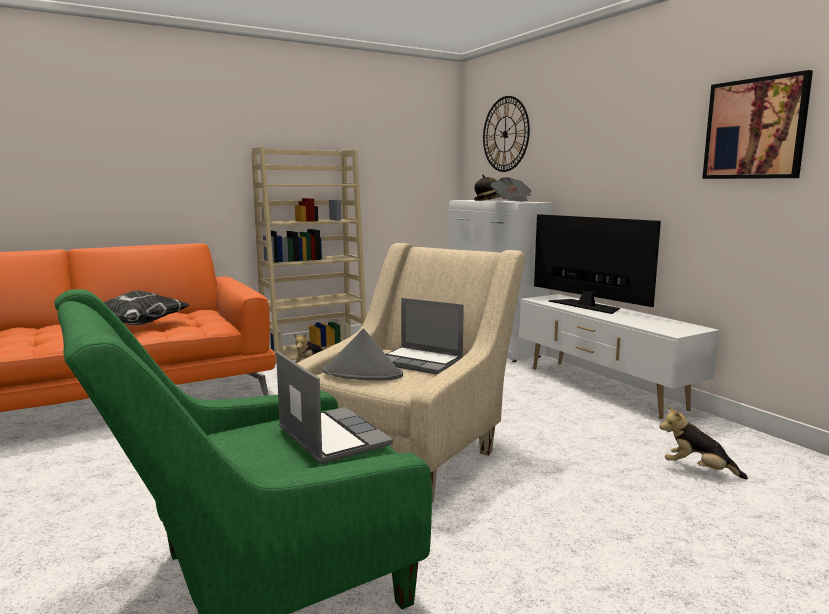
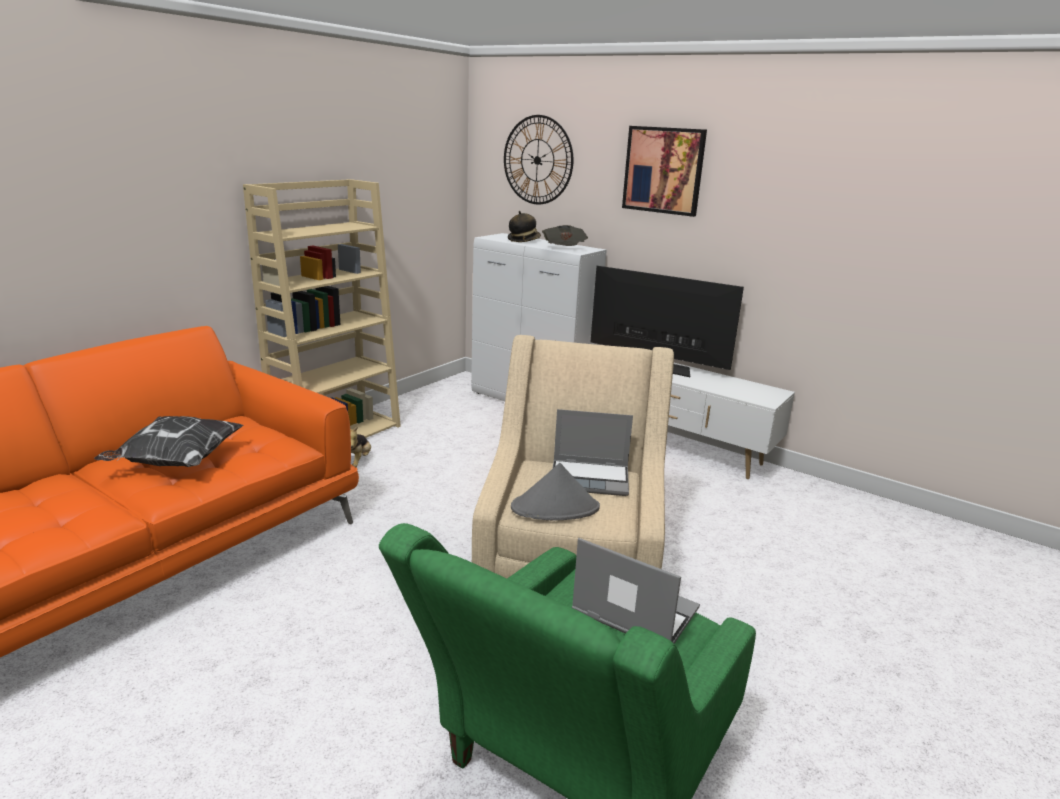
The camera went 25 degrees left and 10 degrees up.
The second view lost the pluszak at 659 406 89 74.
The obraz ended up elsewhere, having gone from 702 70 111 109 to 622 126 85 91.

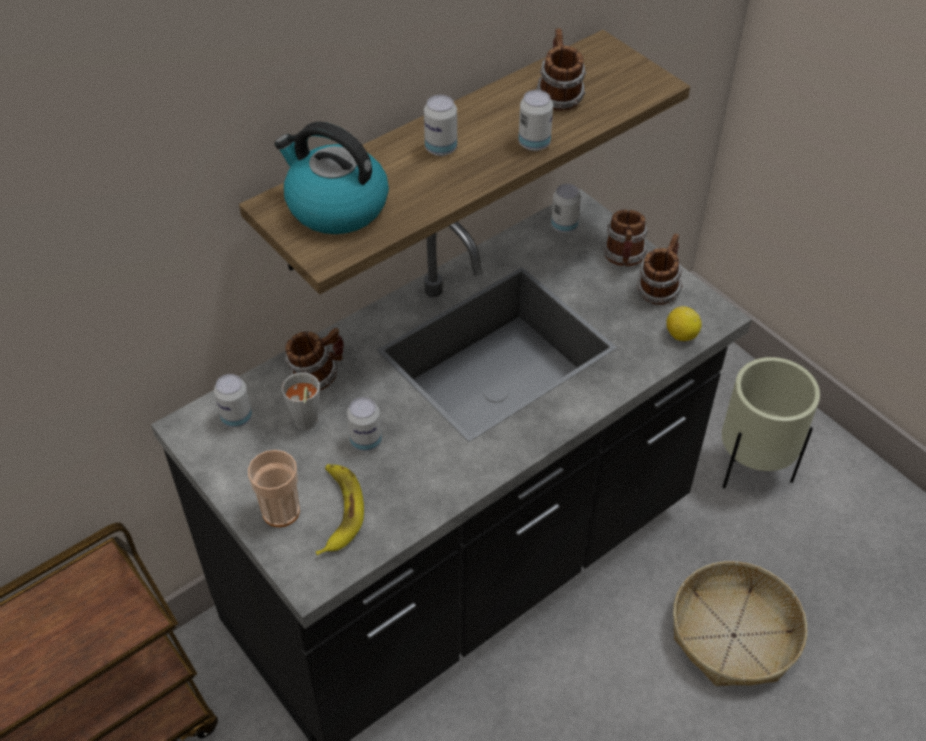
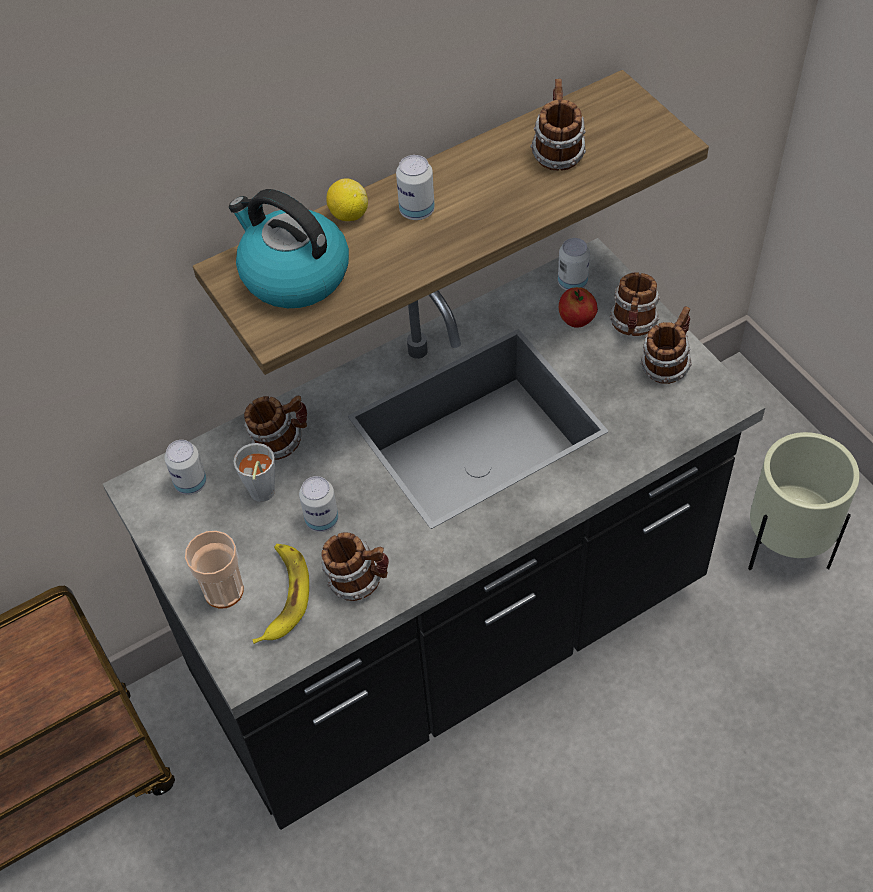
The camera went 10 degrees right and 5 degrees up.
The second view lost the puszka at 518 90 35 61.
The cytryna ended up elsewhere, having gone from 666 306 36 35 to 326 179 42 42.
The second view lost the koszyk at 673 561 134 125.
The second view gained the kubek at 321 532 68 69.
The second view gained the jabłko at 559 287 39 41.

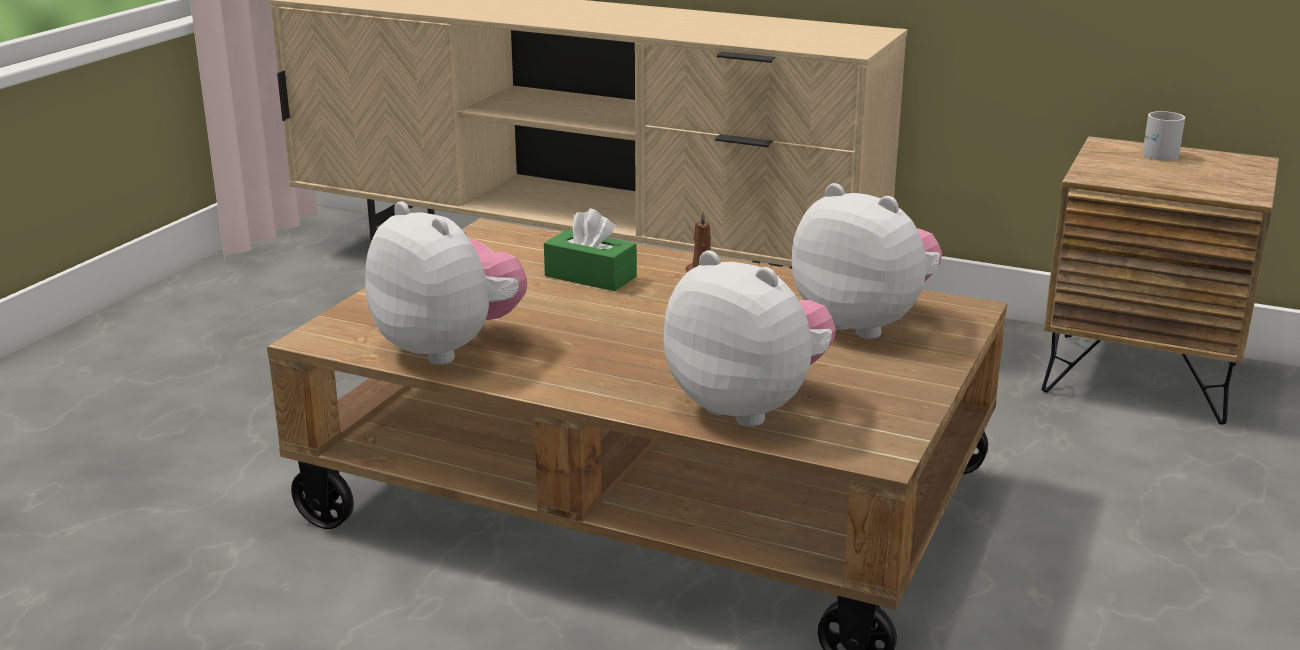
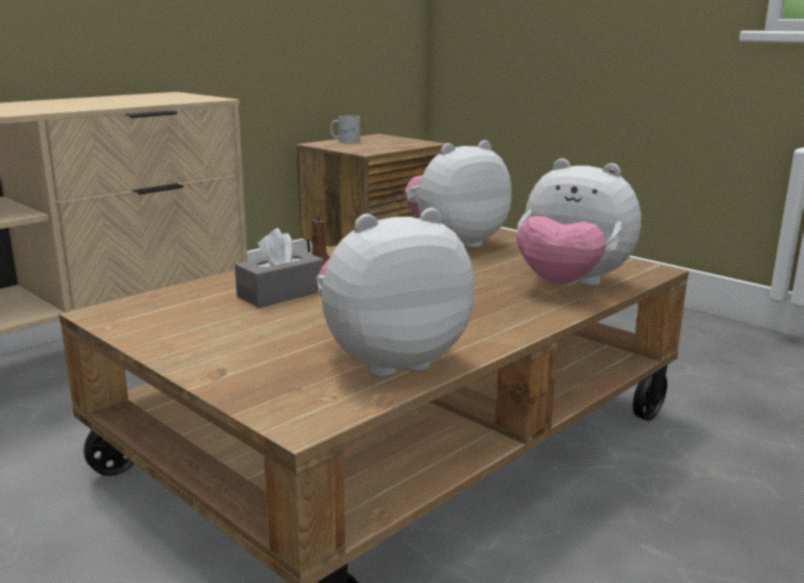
The camera went 70 degrees left and 5 degrees down.
What was the pudełko chusteczek [zielony] at 544 209 93 82 turned into the pudełko chusteczek [szary] at 235 228 89 80.
The pluszak at 664 250 172 177 ended up facing another way, 120 degrees counterclockwise from before.

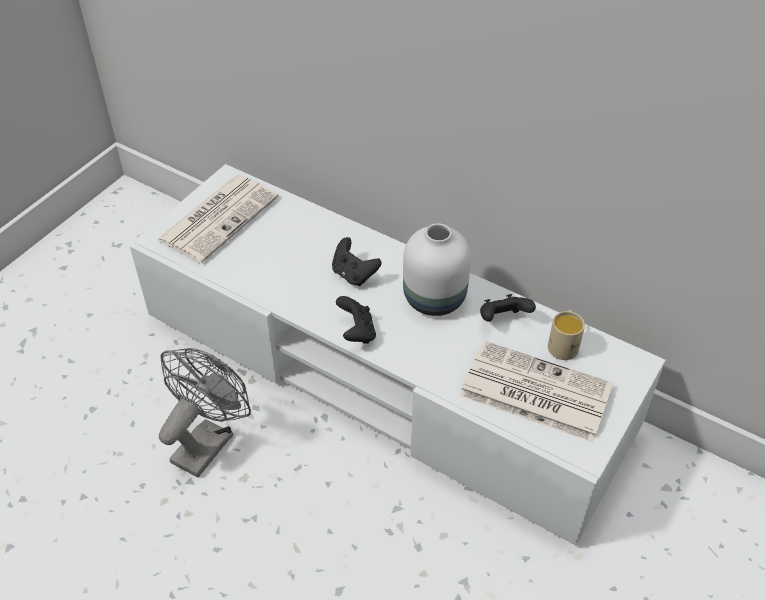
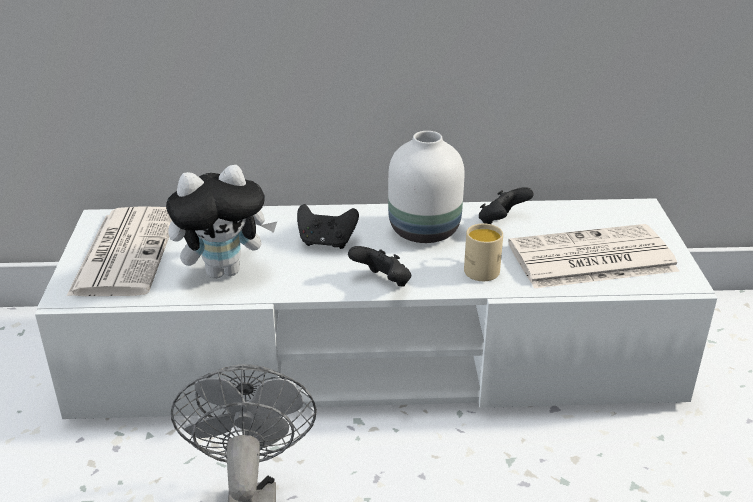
The camera went 35 degrees left and 15 degrees down.
The kubek [beżowy] ended up elsewhere, having gone from 548 310 37 50 to 464 223 39 58.
The second view gained the pluszak at 166 165 111 114.

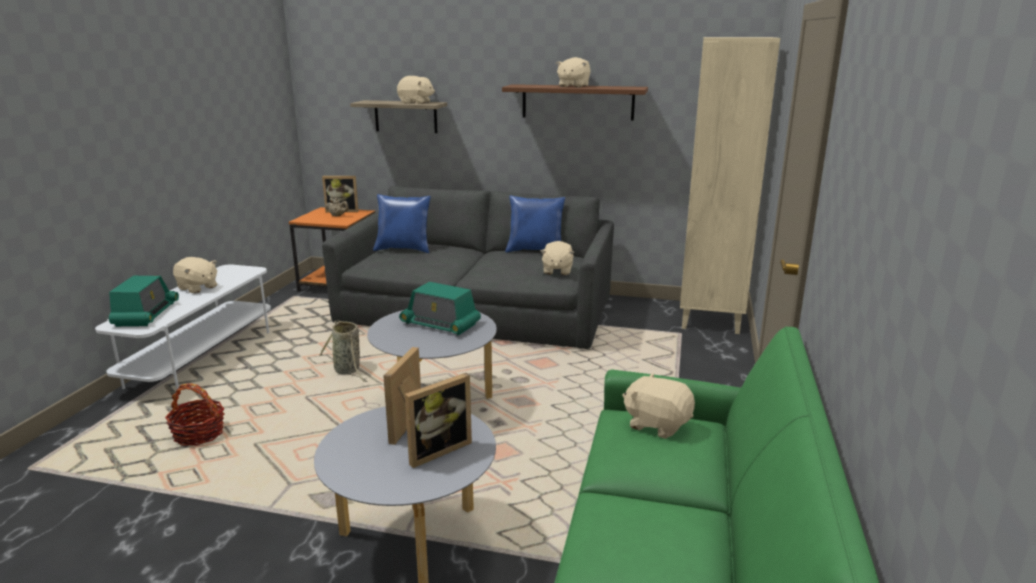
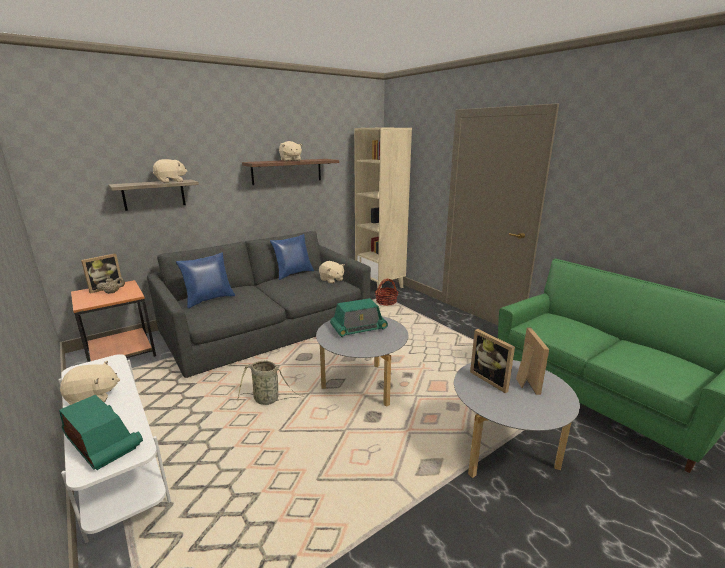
The camera went 50 degrees left and 0 degrees up.
The koszyk ended up elsewhere, having gone from 165 383 60 63 to 375 279 24 27.
The second view lost the pluszak [beżowy] at 622 373 73 66.

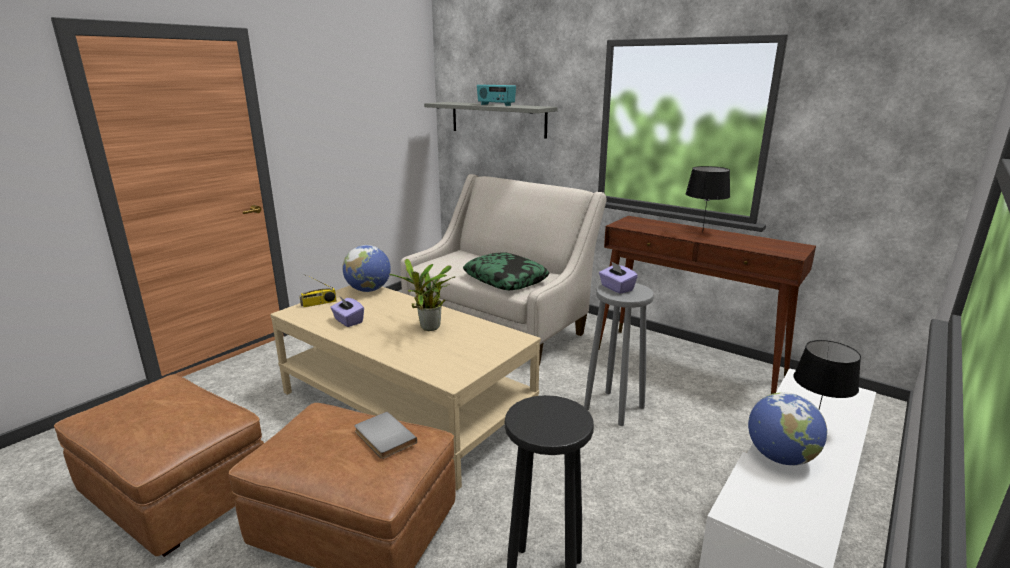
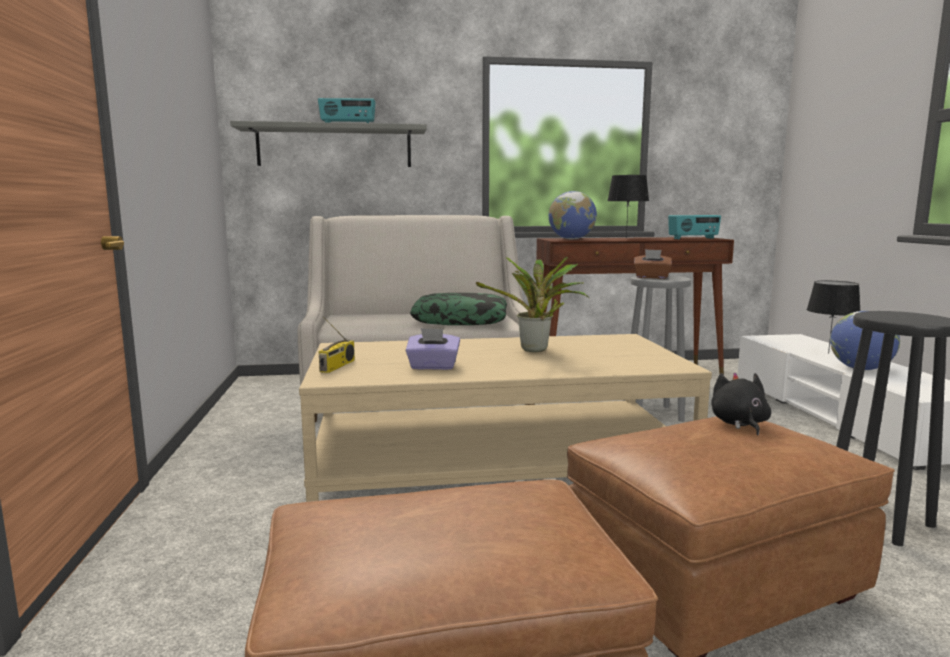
The camera went 45 degrees left and 10 degrees down.
The globus ended up elsewhere, having gone from 342 245 49 47 to 549 191 48 49.
Where the książka [szary] stood at 355 411 62 48, the pluszak [czarny] came to stand at 711 373 60 63.
What was the pudełko chusteczek [fioletowy] at 599 261 39 33 turned into the pudełko chusteczek [brązowy] at 634 249 38 30.
The second view gained the radio at 668 215 53 24.

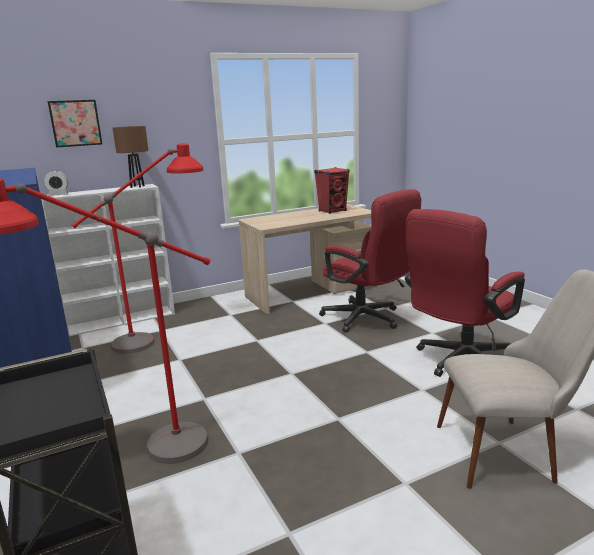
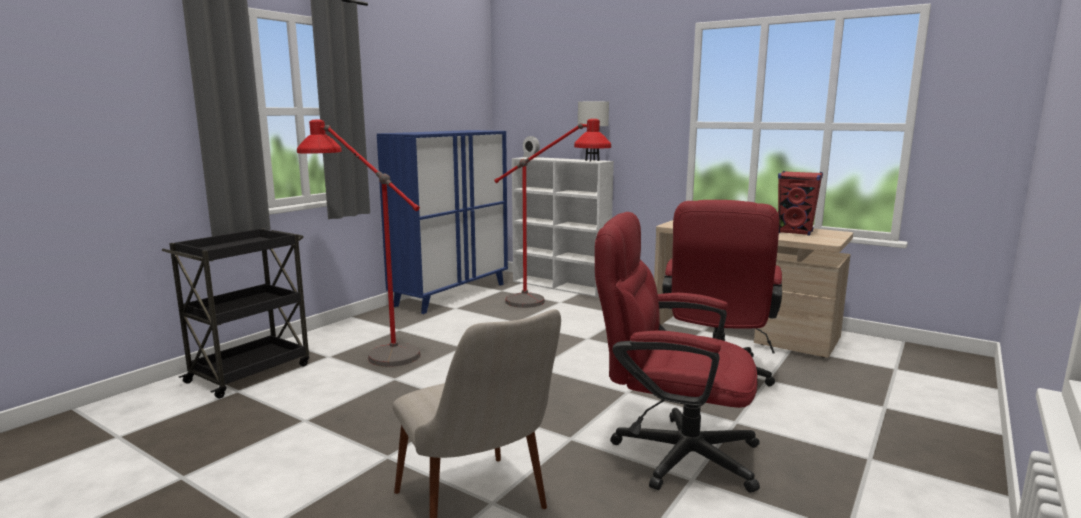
The camera went 60 degrees right and 5 degrees down.
The second view lost the obraz at 48 100 54 48.
What was the lampa stołowa [brązowy] at 112 126 37 62 turned into the lampa stołowa [biały] at 578 101 31 60.

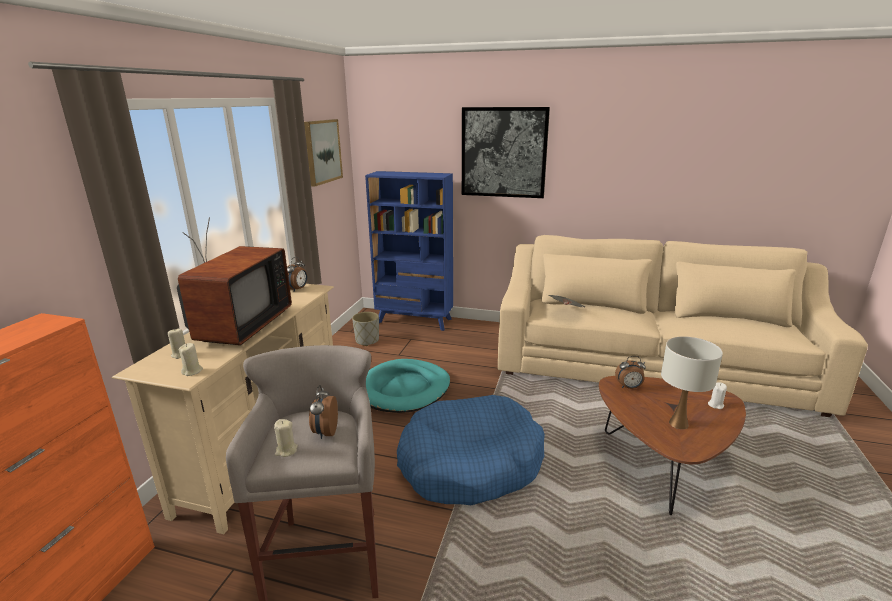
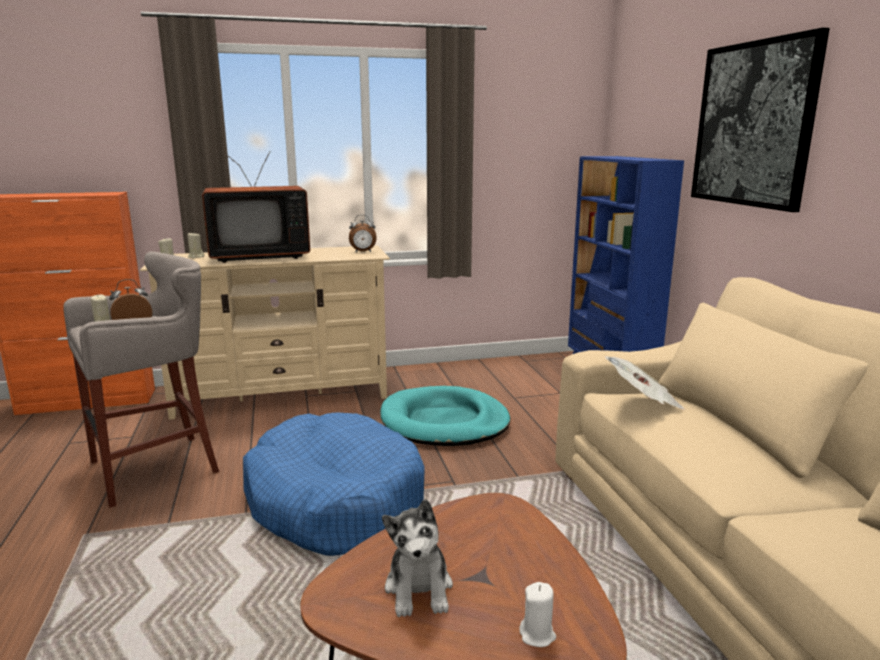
The camera went 60 degrees right and 5 degrees down.
The second view lost the obraz at 304 119 39 67.
The second view lost the donica [szary] at 352 312 27 34.
The second view lost the budzik at 615 356 31 33.
Where the lampa stołowa [biały] stood at 661 336 62 93, the pluszak came to stand at 382 499 71 118.

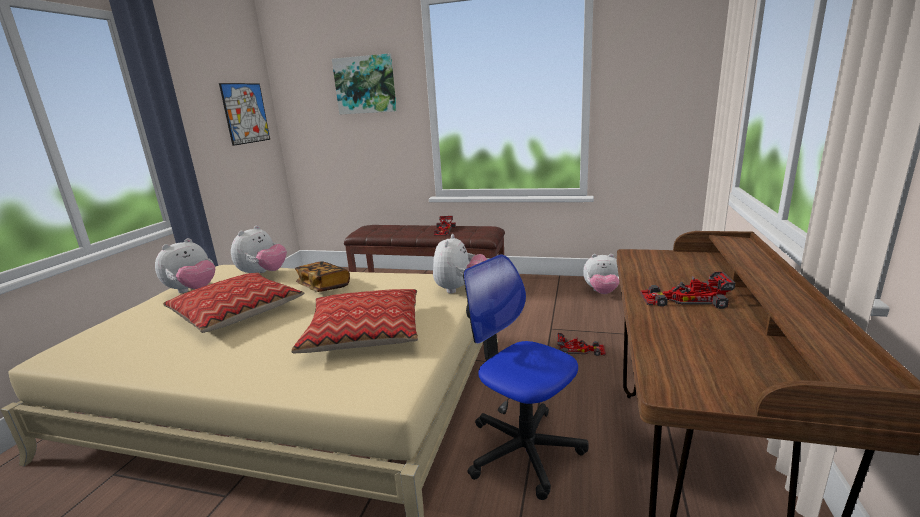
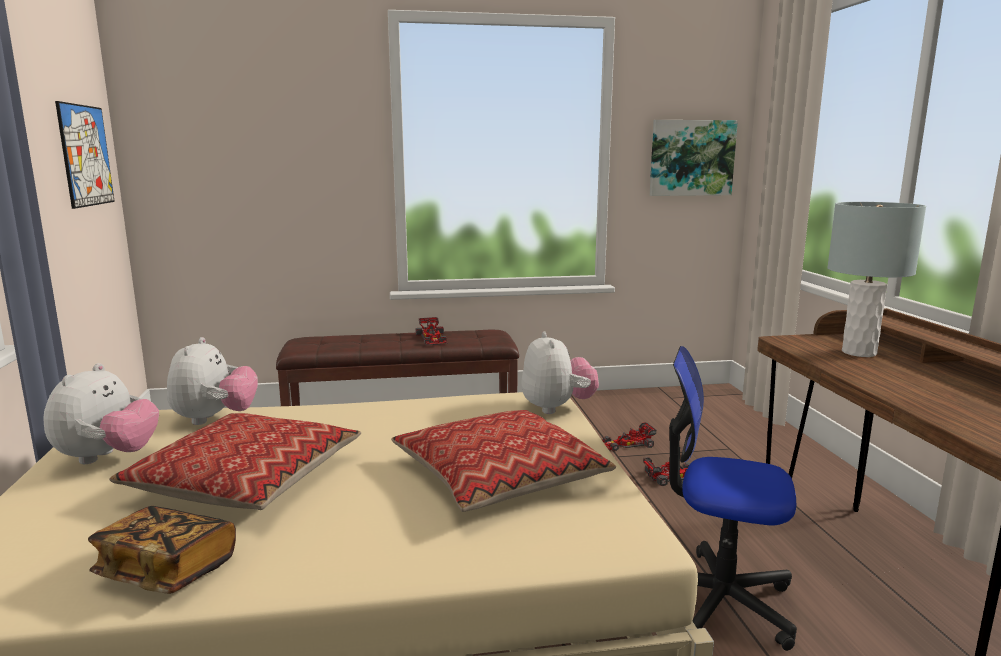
The camera went 25 degrees left and 5 degrees down.
The książka ended up elsewhere, having gone from 295 261 55 31 to 88 506 148 88.
The obraz ended up elsewhere, having gone from 332 54 65 61 to 650 120 88 76.
The second view lost the pluszak at 583 254 37 40.
The samochodzik ended up elsewhere, having gone from 640 271 95 38 to 602 422 54 29.
The second view gained the lampa stołowa [szary] at 827 202 99 155.

